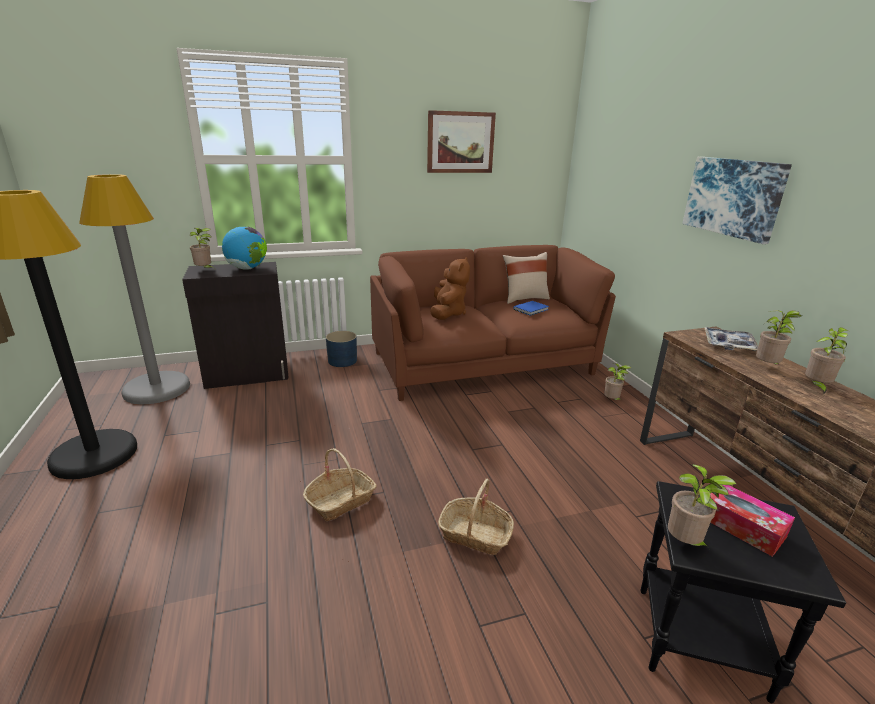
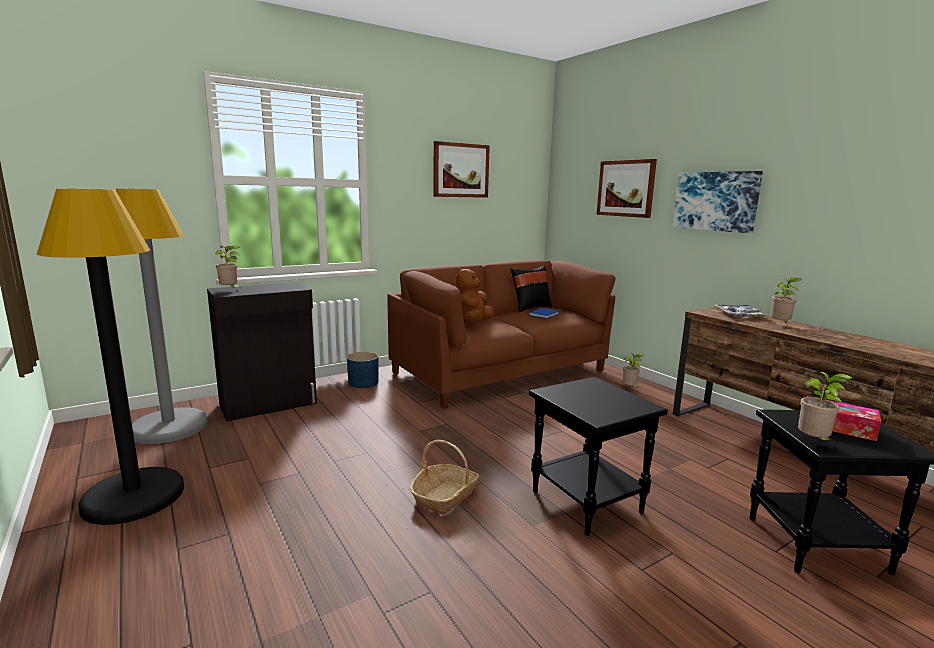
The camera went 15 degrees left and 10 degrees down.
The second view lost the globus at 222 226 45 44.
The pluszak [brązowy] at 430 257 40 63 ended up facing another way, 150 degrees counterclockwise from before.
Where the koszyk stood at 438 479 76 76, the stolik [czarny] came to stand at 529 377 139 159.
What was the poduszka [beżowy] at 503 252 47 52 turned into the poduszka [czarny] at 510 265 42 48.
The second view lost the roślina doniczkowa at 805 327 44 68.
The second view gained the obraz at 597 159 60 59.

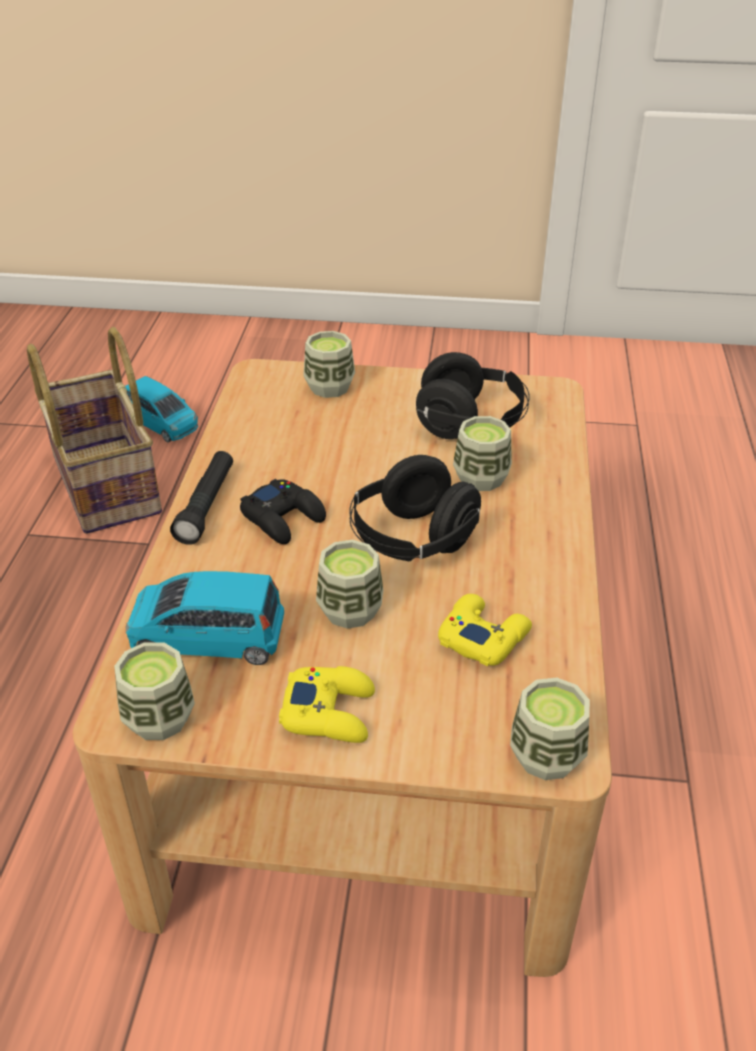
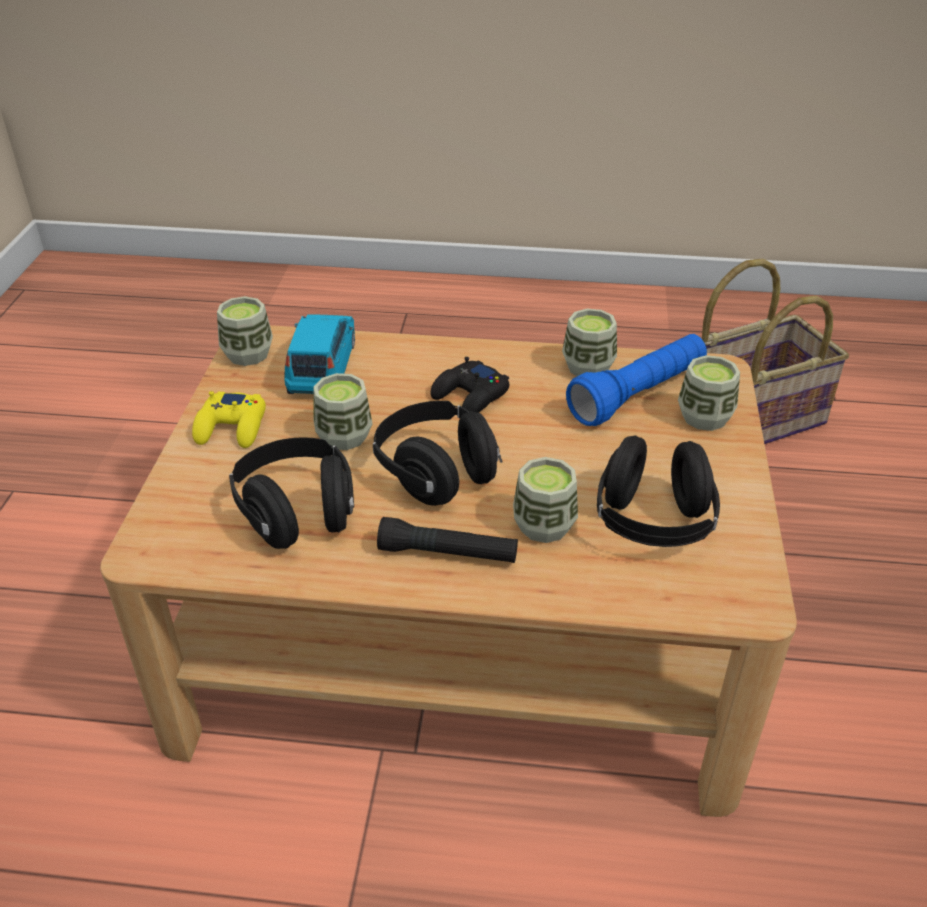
The camera went 90 degrees right and 0 degrees up.
The second view lost the samochodzik [niebieski] at 125 376 73 66.
The latarka [czarny] ended up elsewhere, having gone from 170 451 63 94 to 377 517 141 46.
Where the pad do gier [żółty] stood at 438 594 94 72, the słuchawki [czarny] came to stand at 229 437 125 112.
The filiżanka ended up elsewhere, having gone from 510 678 80 102 to 562 309 55 67.
The second view gained the latarka [niebieski] at 566 334 141 92.

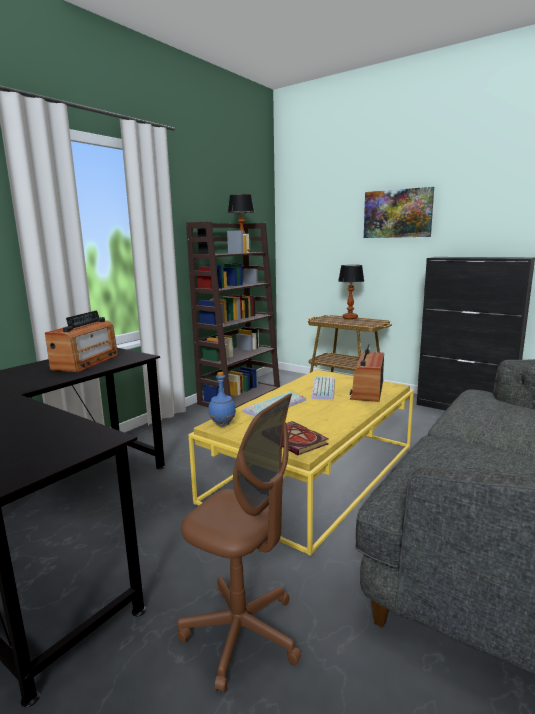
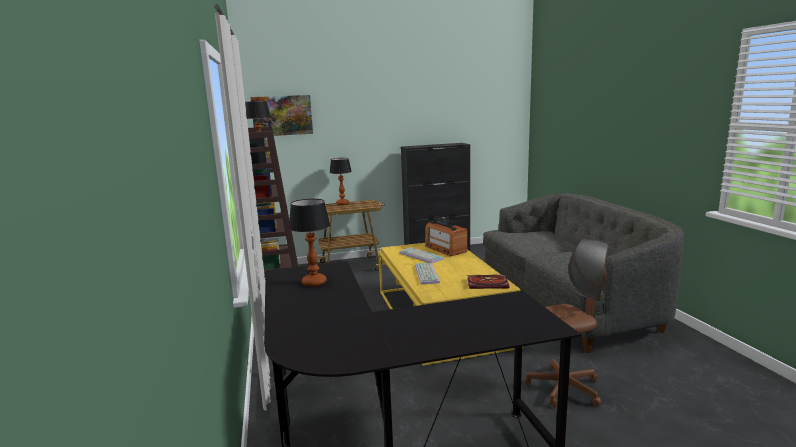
The camera went 50 degrees left and 0 degrees up.
Where the radio stood at 45 310 74 62, the lampa stołowa came to stand at 289 199 41 88.
The second view lost the butelka [niebieski] at 208 372 28 55.
The obraz ended up elsewhere, having gone from 364 187 70 51 to 250 95 63 41.

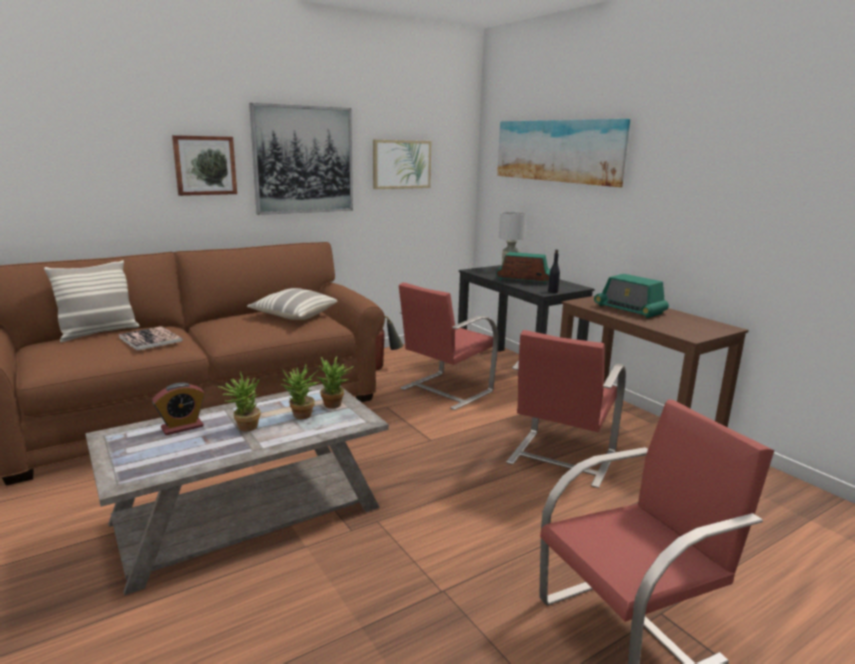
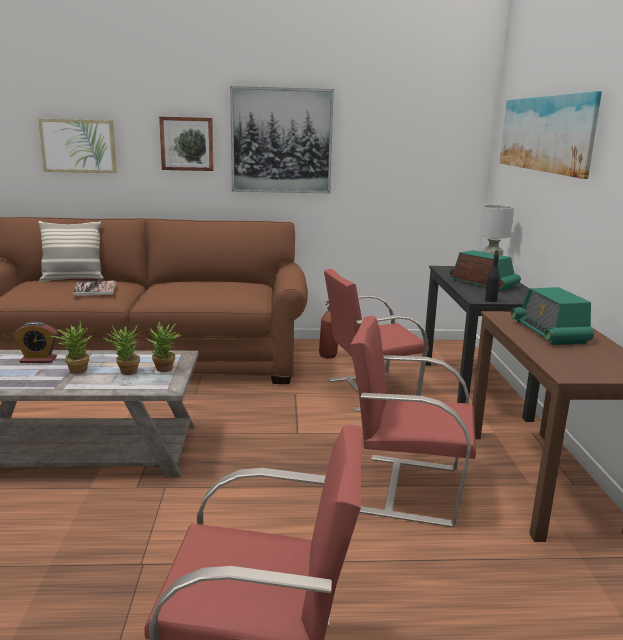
The camera went 30 degrees right and 0 degrees up.
The second view lost the poduszka at 247 288 90 32.
The obraz ended up elsewhere, having gone from 373 140 58 49 to 38 119 79 54.
The krzesło [czerwony] at 506 330 120 158 ended up facing another way, 45 degrees clockwise from before.

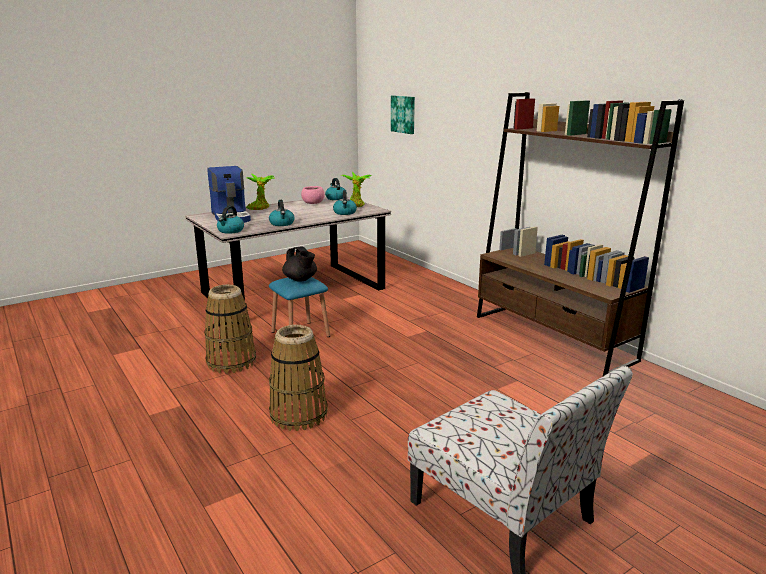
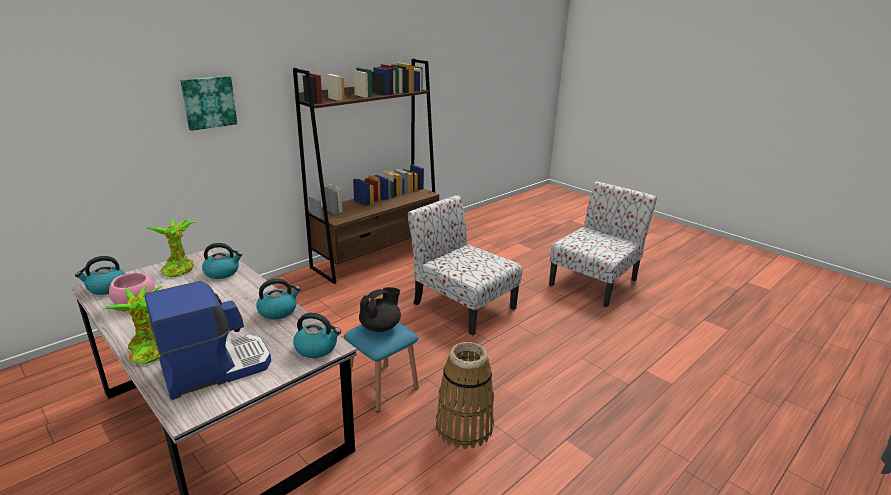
The camera went 100 degrees left and 5 degrees up.
The second view lost the koszyk at 269 325 59 106.
The obraz ended up elsewhere, having gone from 391 96 24 38 to 180 76 57 55.
The second view gained the krzesło at 408 195 114 140.

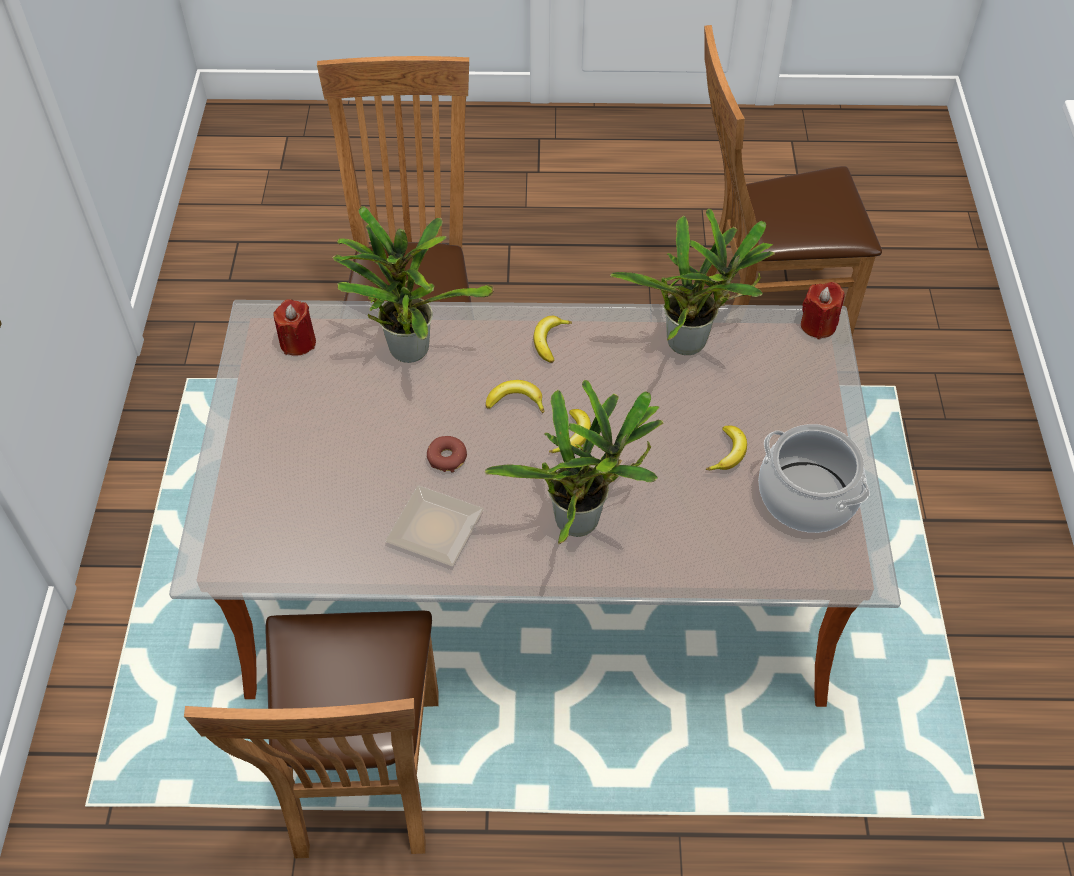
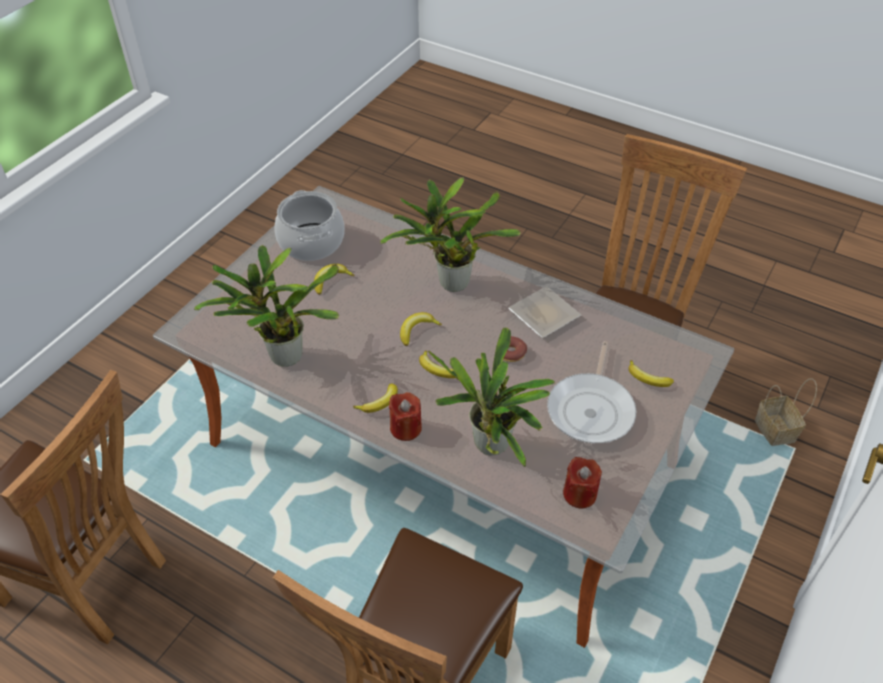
The camera went 150 degrees left and 5 degrees down.
The świeca [czerwony] ended up elsewhere, having gone from 801 282 44 57 to 389 392 33 49.
The second view gained the patelnia at 547 341 89 103.
The second view gained the banan at 629 360 45 27.
The second view gained the koszyk at 755 378 62 68.

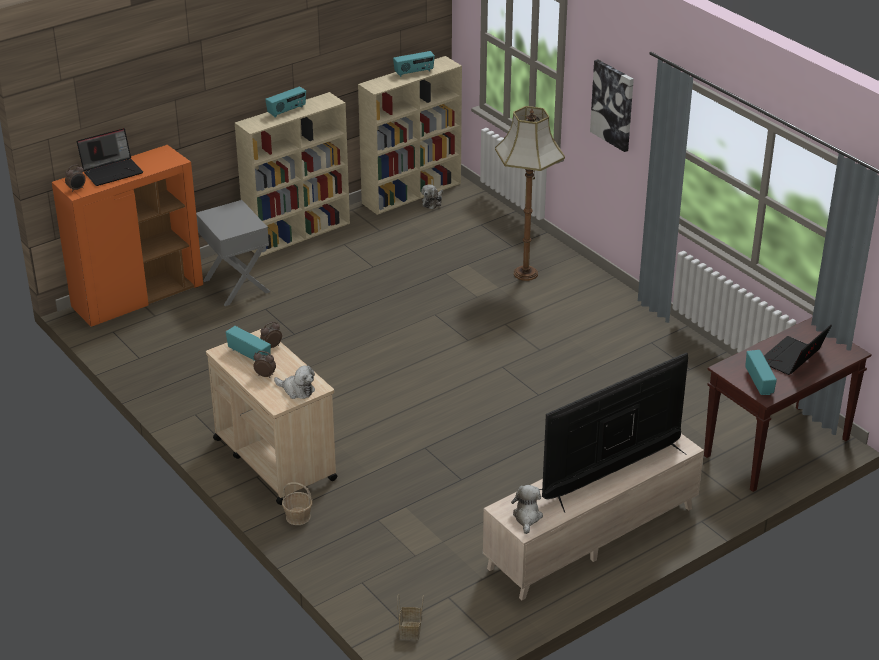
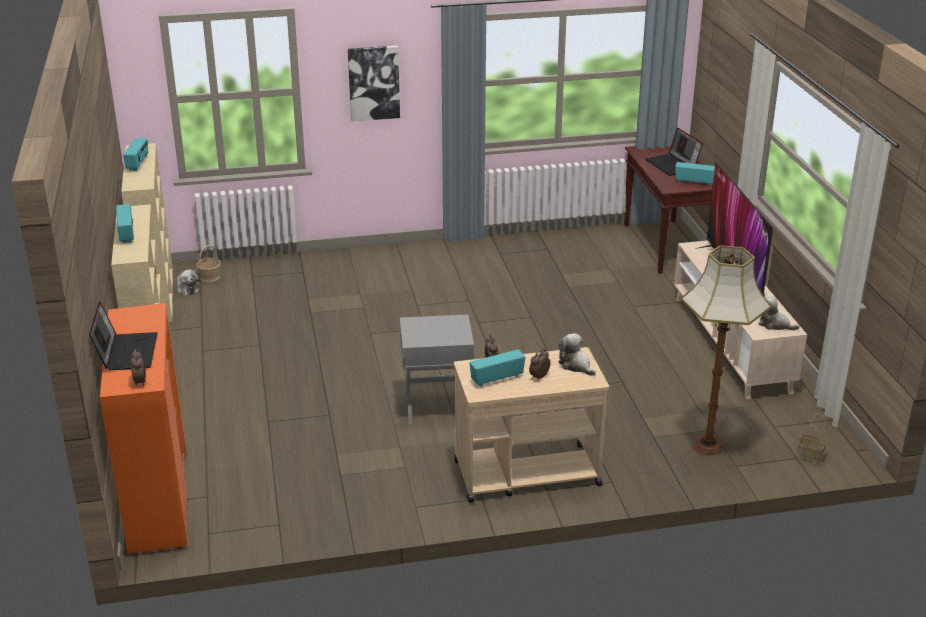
The camera went 65 degrees left and 5 degrees down.
The stolik [szary] ended up elsewhere, having gone from 196 200 74 106 to 400 314 74 110.
The pluszak at 274 366 41 33 ended up facing another way, 90 degrees counterclockwise from before.
The koszyk ended up elsewhere, having gone from 282 482 31 43 to 196 245 25 37.
The lampa stojąca ended up elsewhere, having gone from 495 106 70 175 to 681 245 90 210.

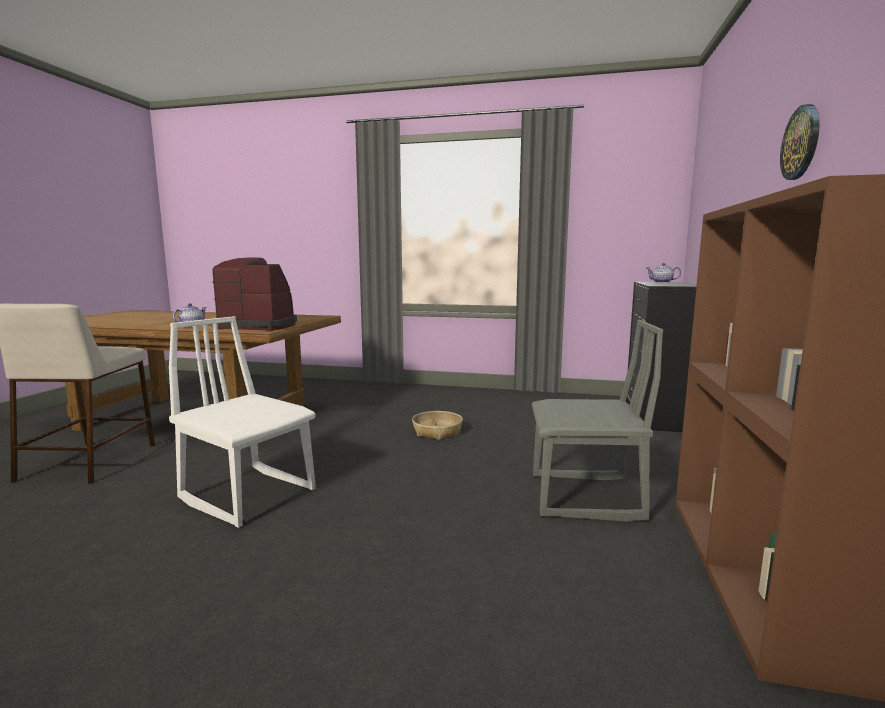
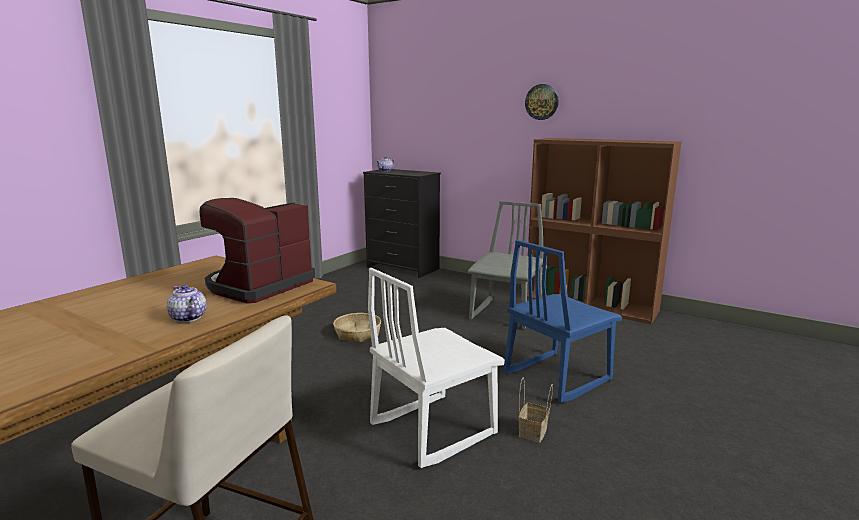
The camera went 70 degrees left and 5 degrees up.
The second view gained the krzesło [niebieski] at 503 240 119 163.
The second view gained the koszyk at 519 378 34 65.

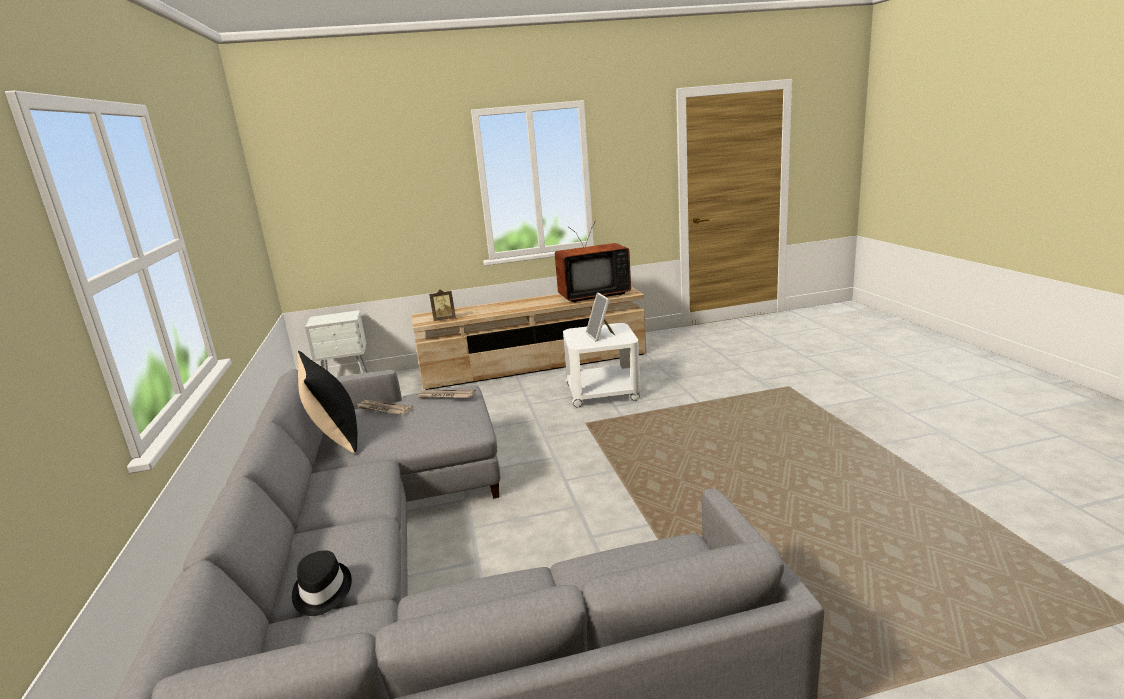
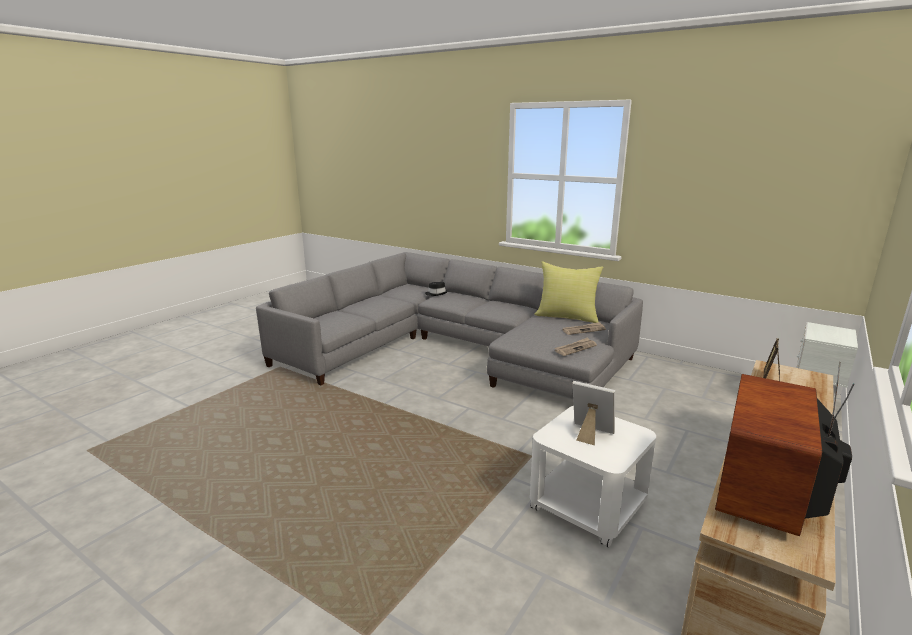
The camera went 135 degrees right and 0 degrees up.
What was the poduszka [czarny] at 297 351 60 102 turned into the poduszka [żółty] at 534 261 69 62.

